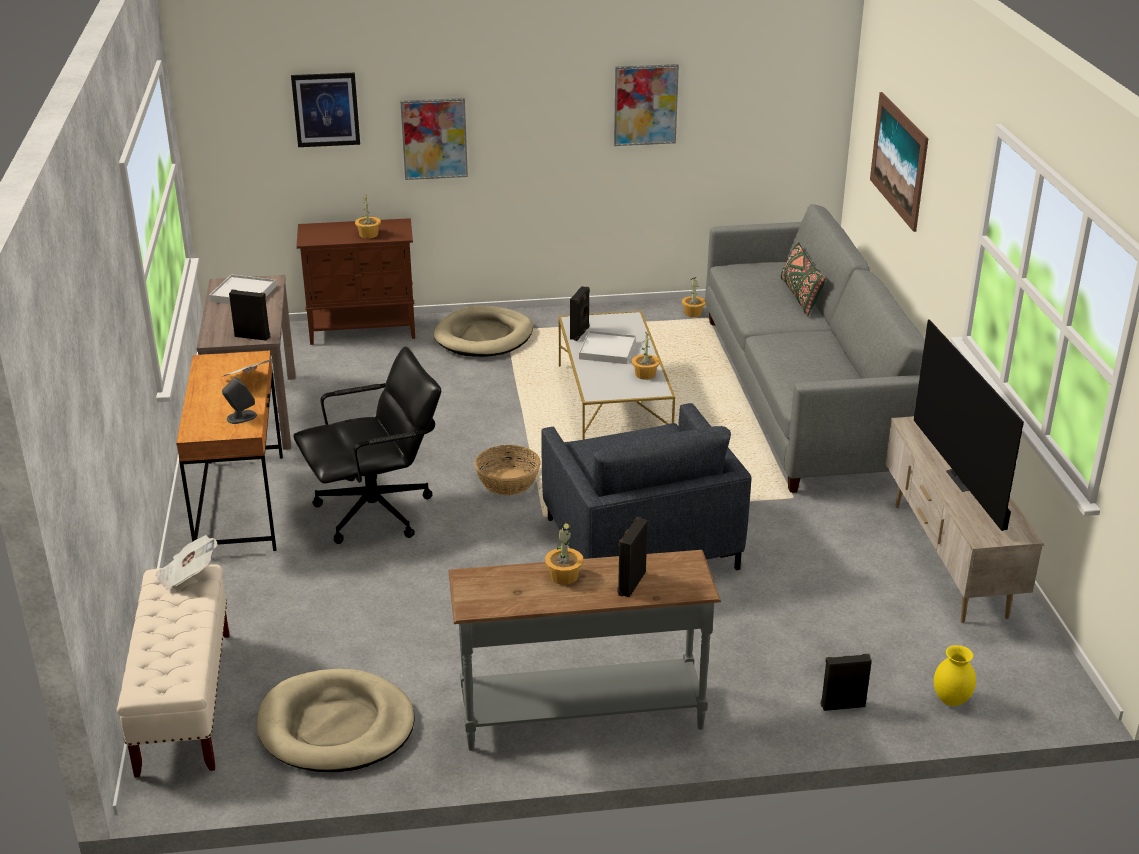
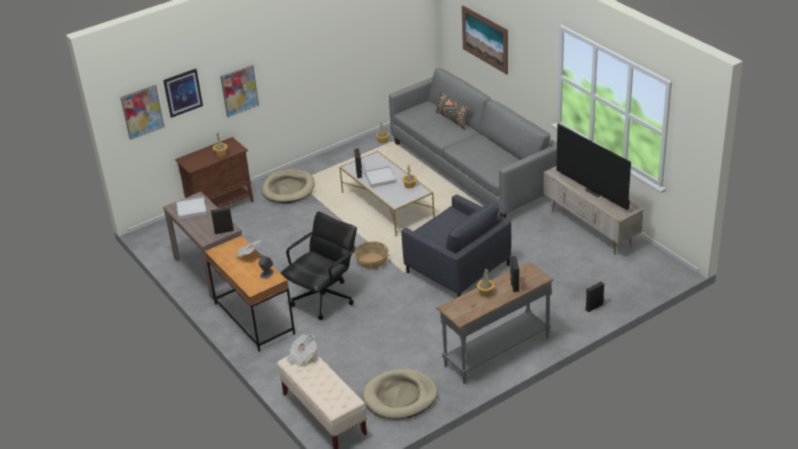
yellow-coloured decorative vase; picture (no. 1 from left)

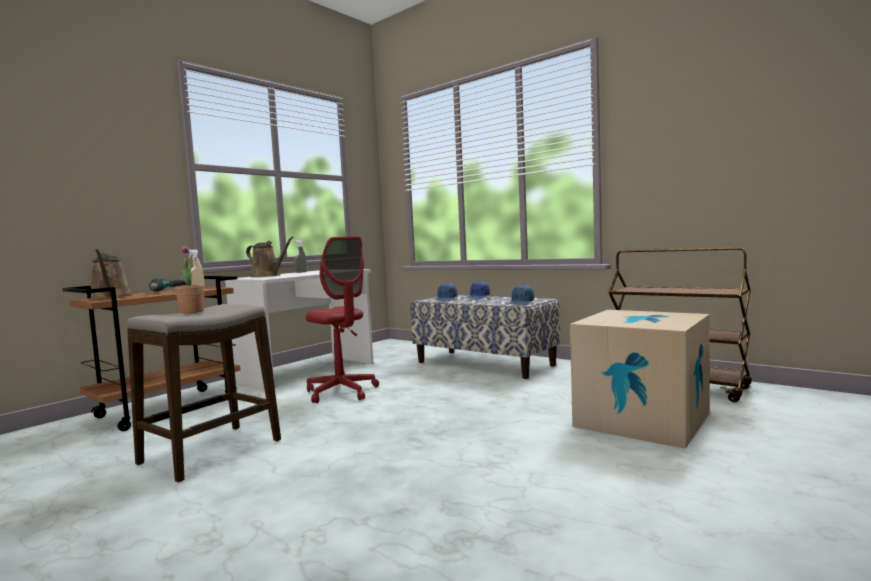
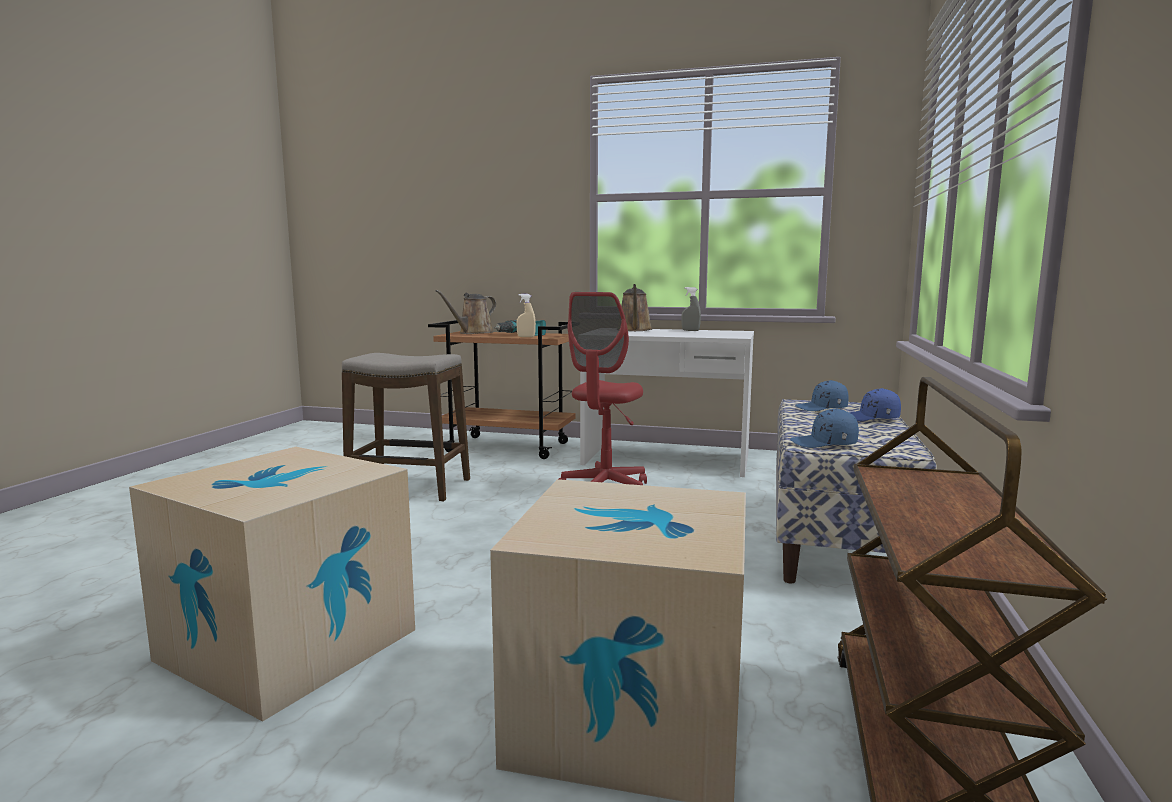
plant in a pot; packing box (no. 1 from left)

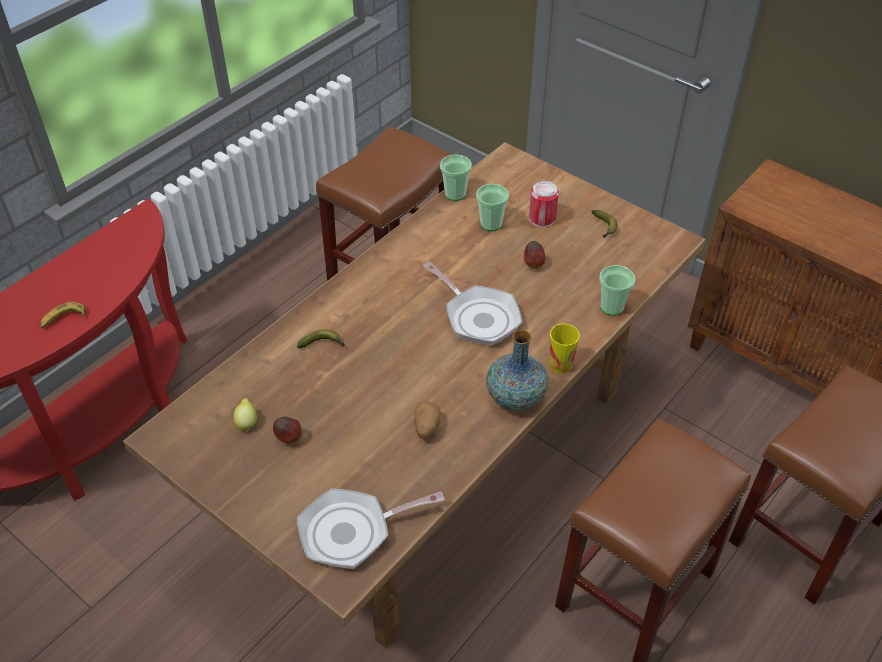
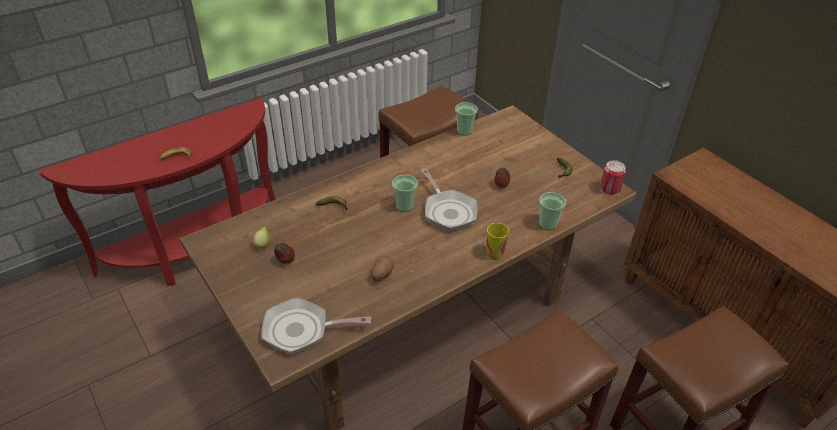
decorative vase; small cup (no. 1 from left); metal can

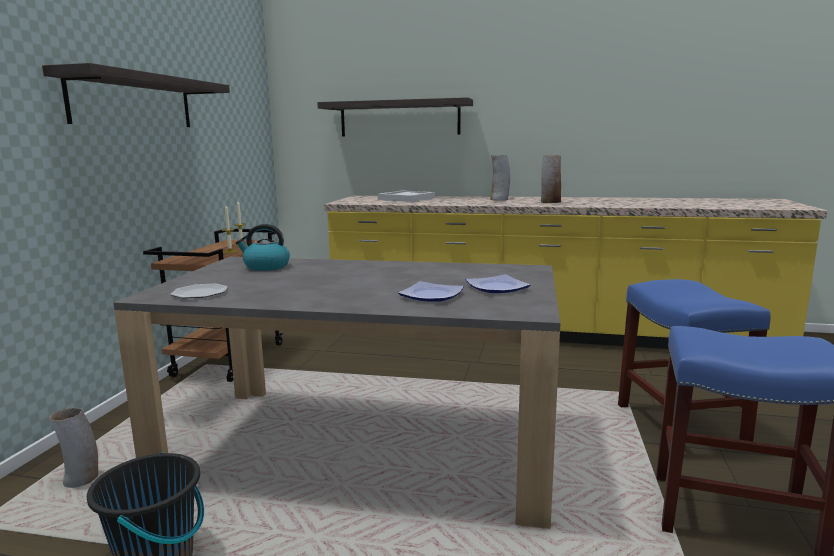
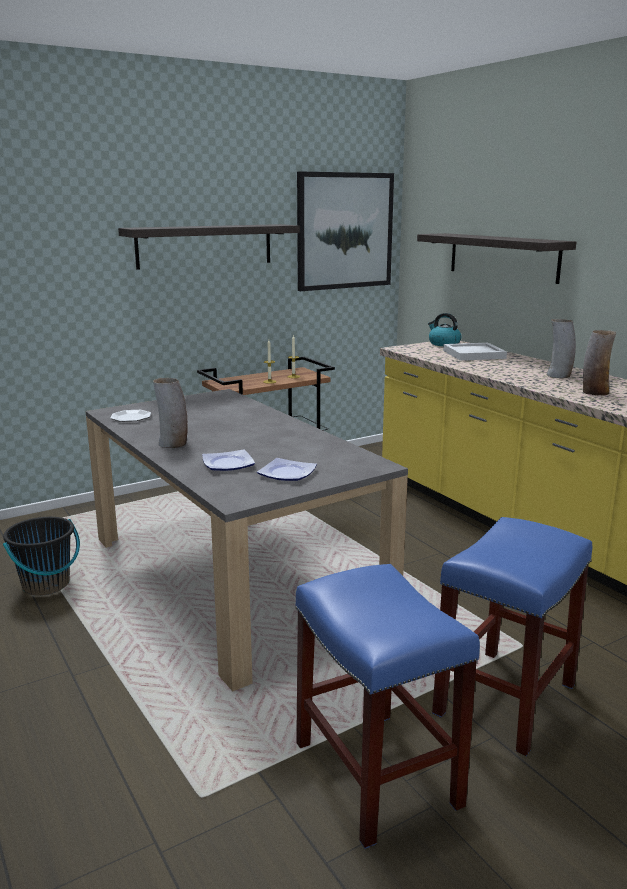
picture; decorative vase (no. 1 from left); water kettle

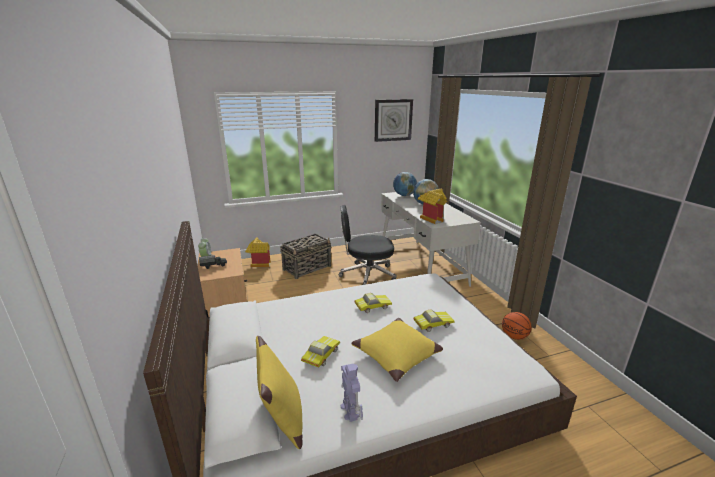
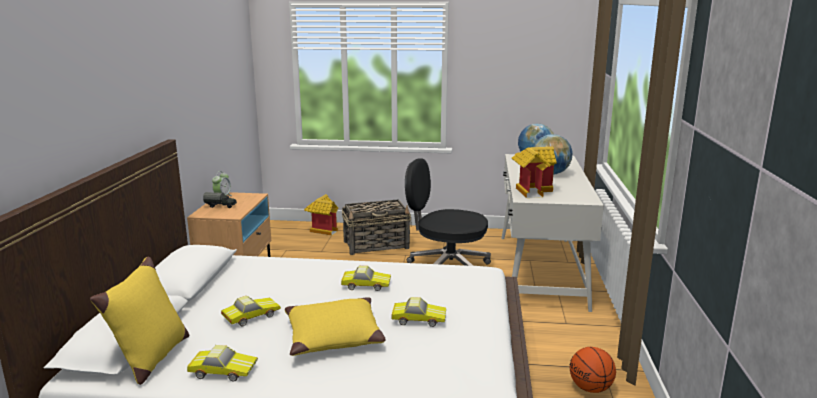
hanging clock; miniature car (no. 1 from left)

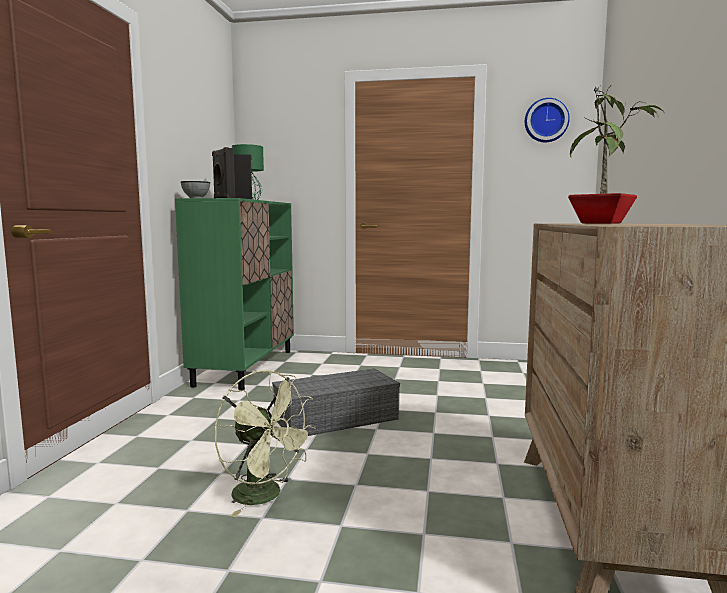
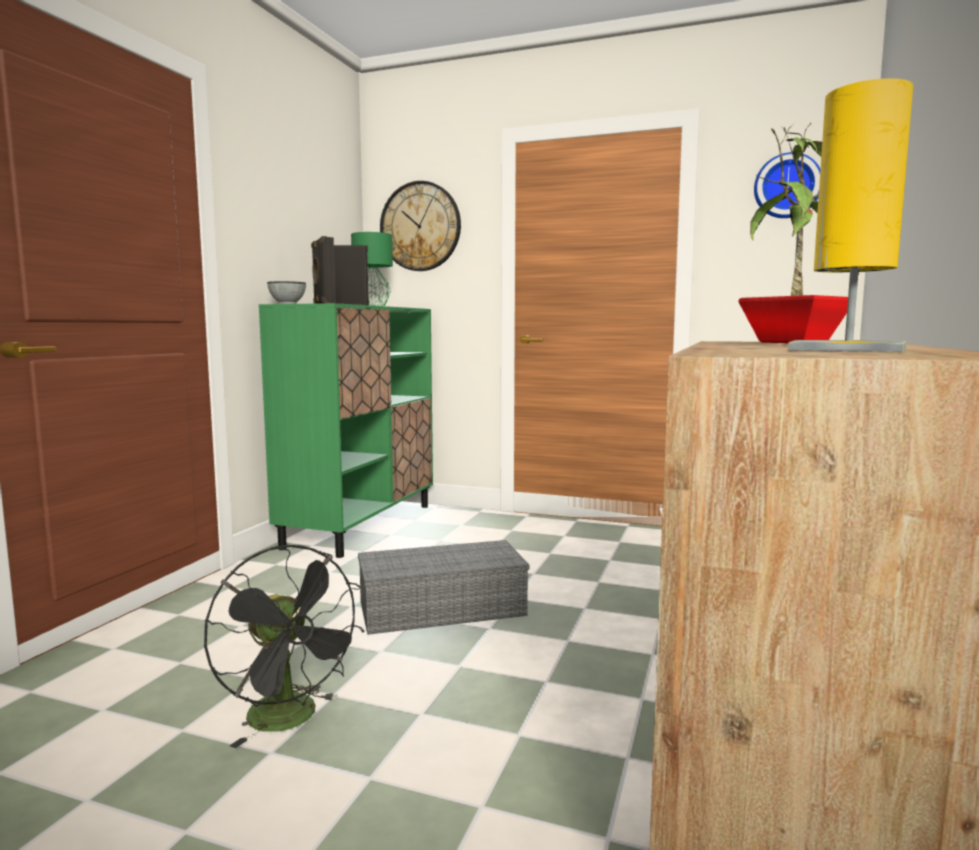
hanging clock (no. 1 from left); yellow-coloured table lamp; black fan

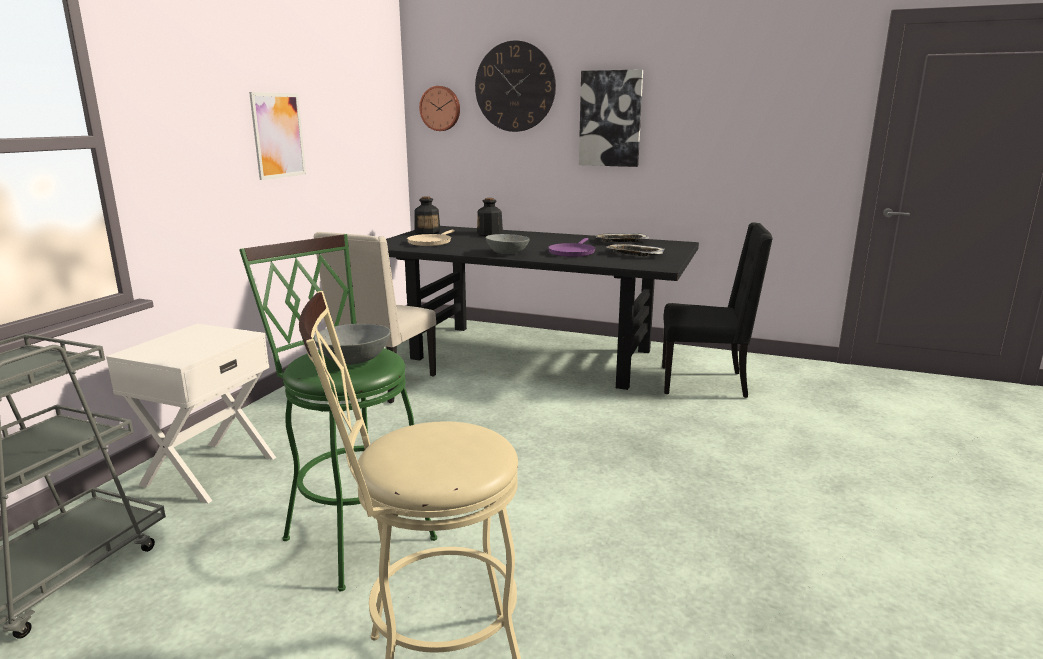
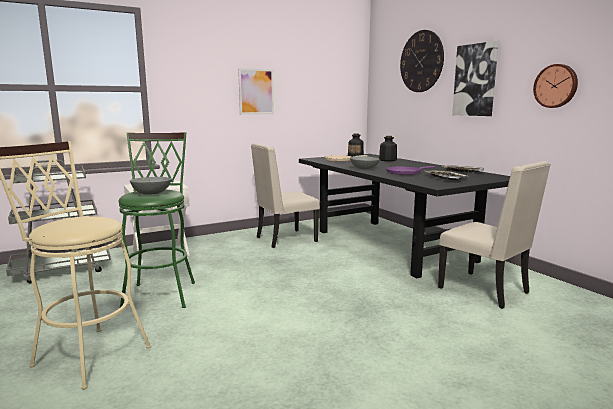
hanging clock (no. 2 from left); beige upright chair (no. 2 from left)

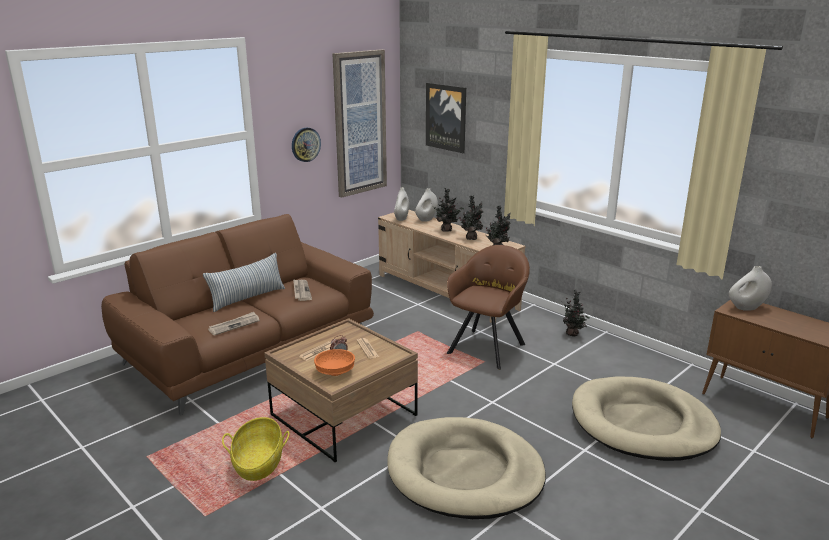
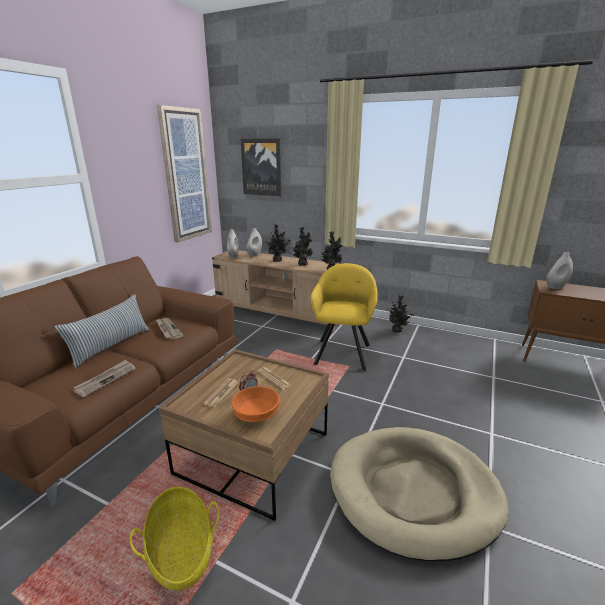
hanging clock; beige dog cushion (no. 2 from left in the first image); yellow-coloured lounge chair

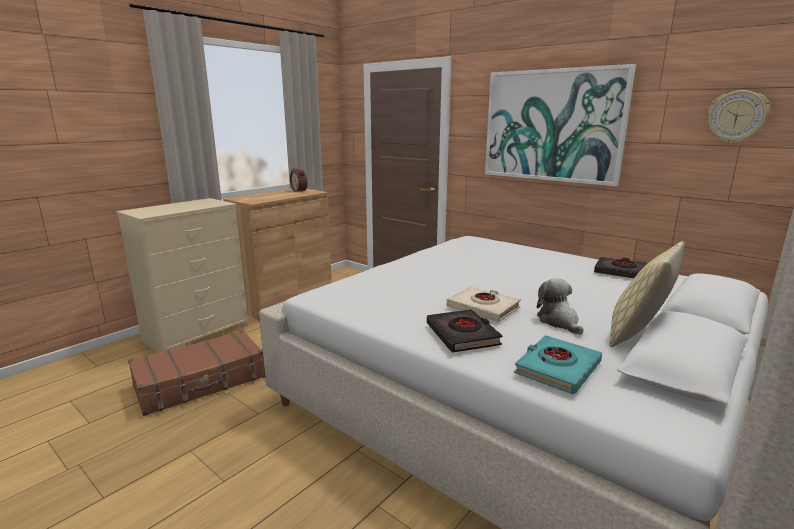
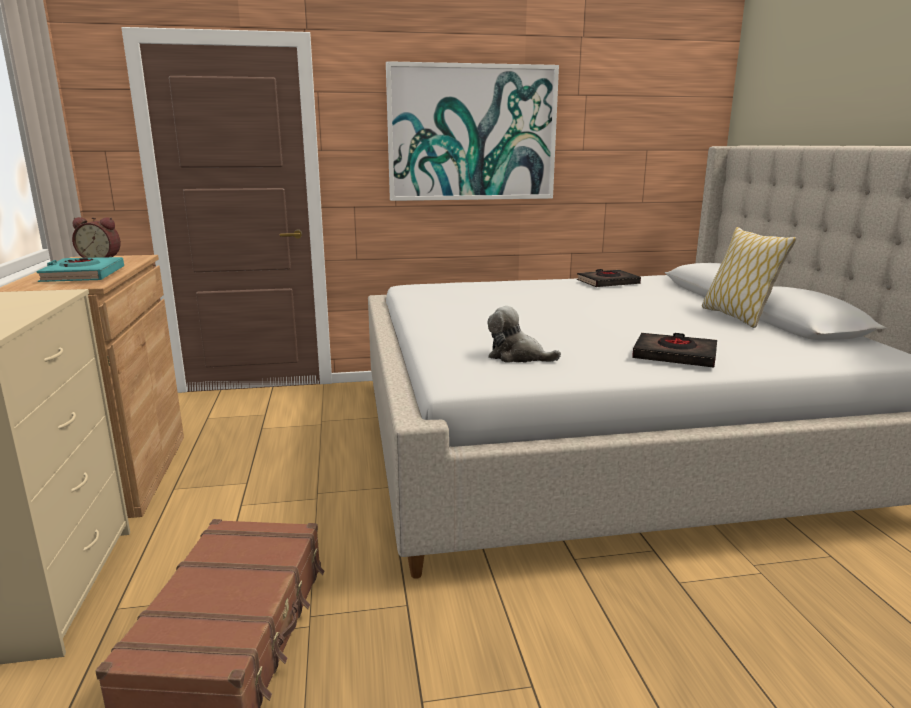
beige bound book; hanging clock; turquoise-coloured bound book; soft toy

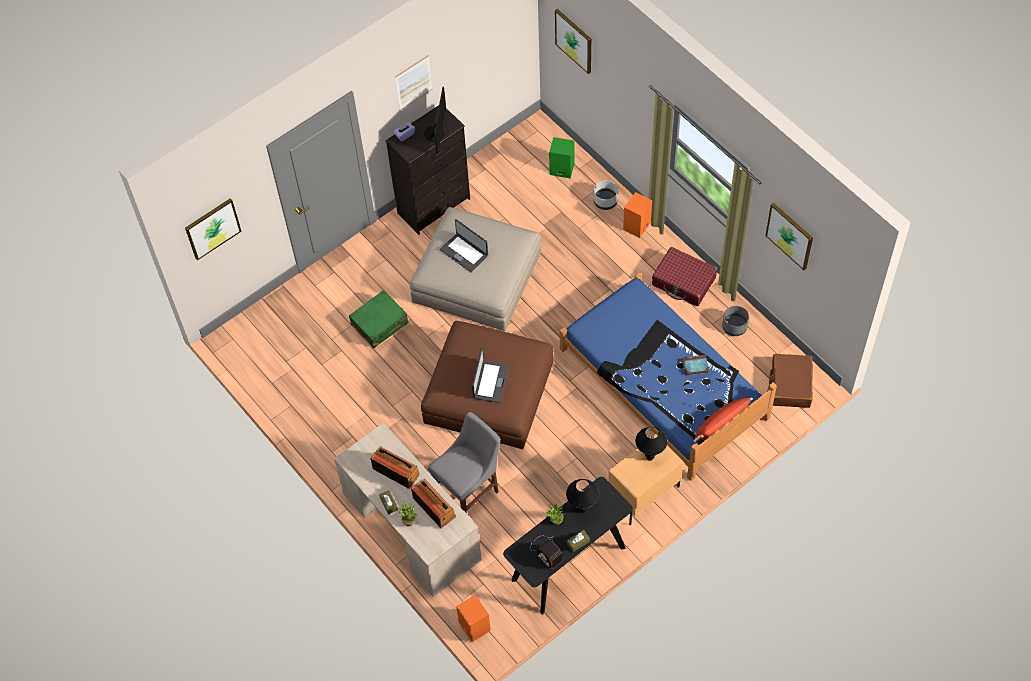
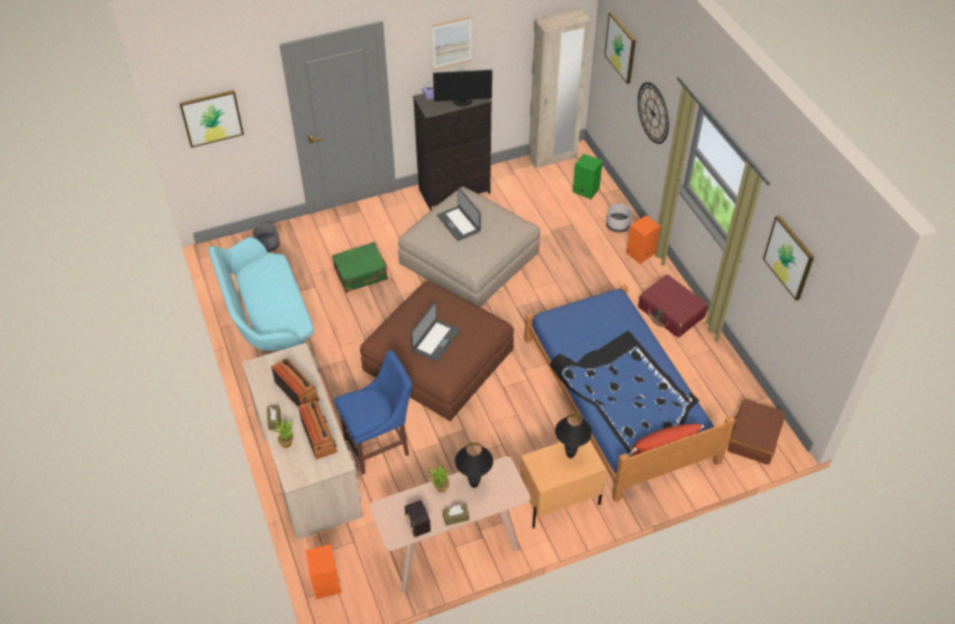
bound book; turquoise-coloured indoor bench; beige clothes cupboard; hanging clock; greyish flower pot (no. 1 from left); bluish upright chair; beige narrow table; computer display

